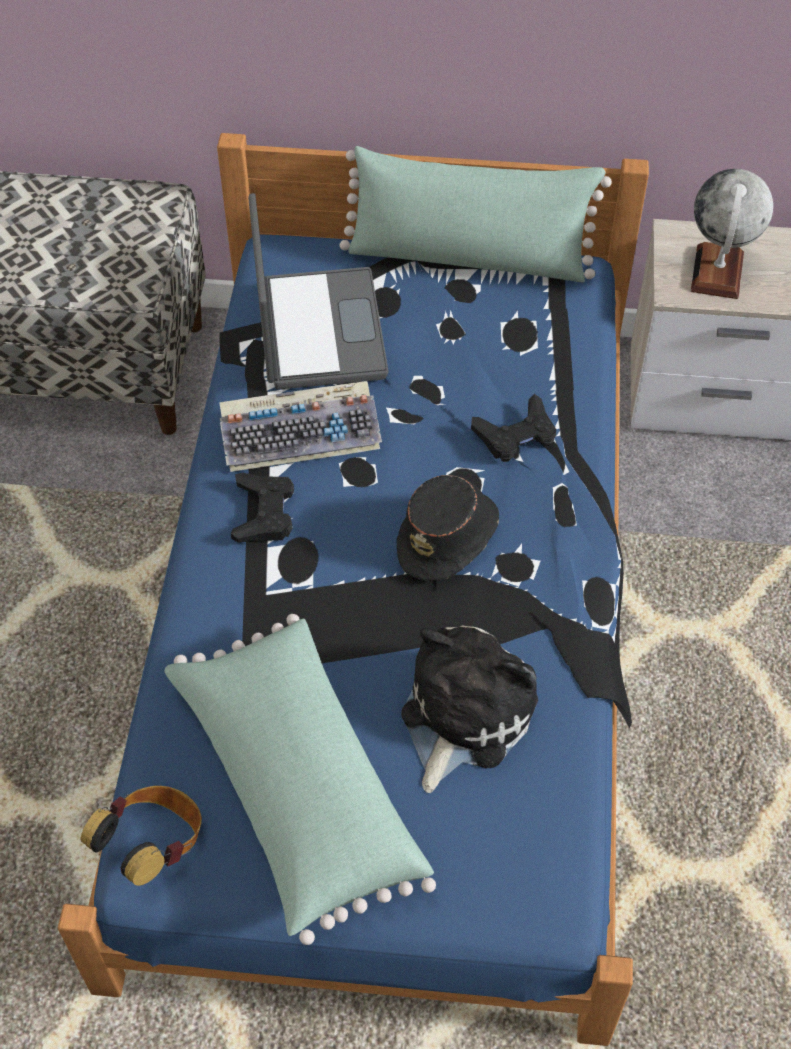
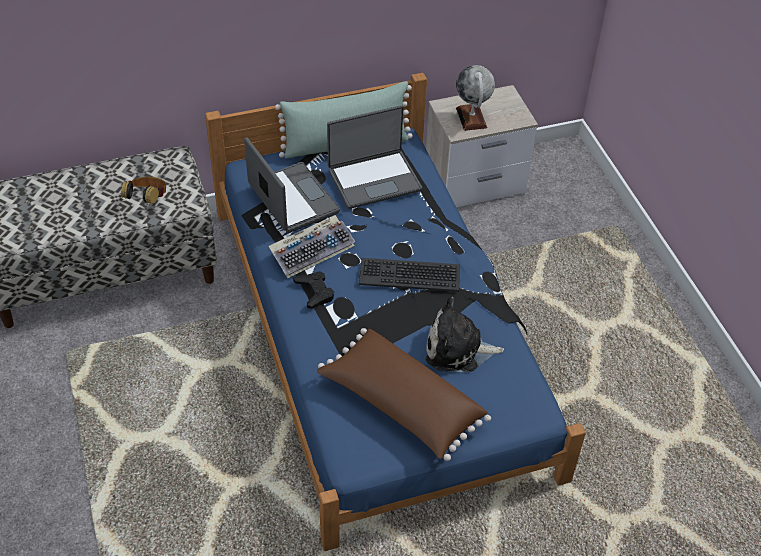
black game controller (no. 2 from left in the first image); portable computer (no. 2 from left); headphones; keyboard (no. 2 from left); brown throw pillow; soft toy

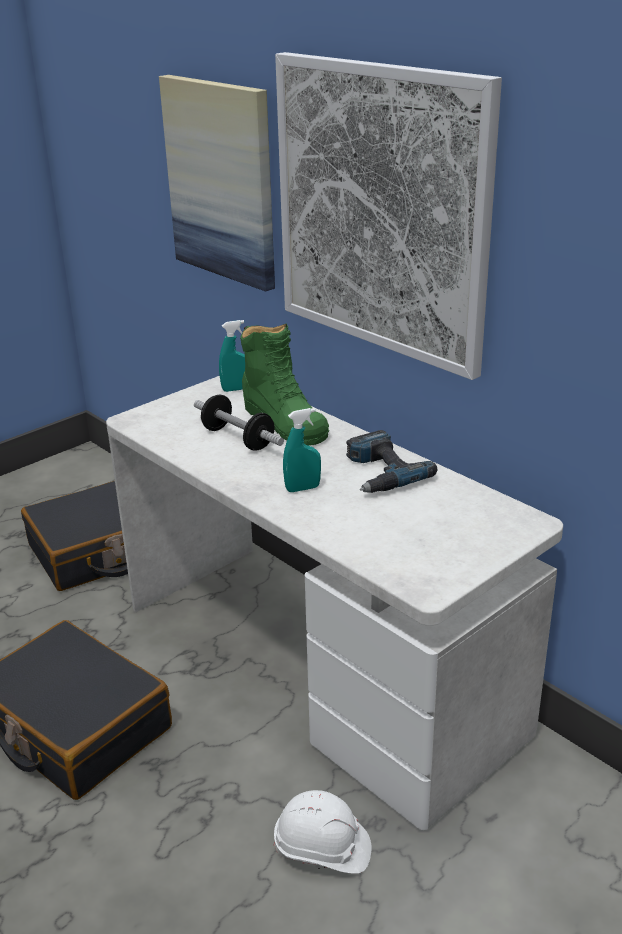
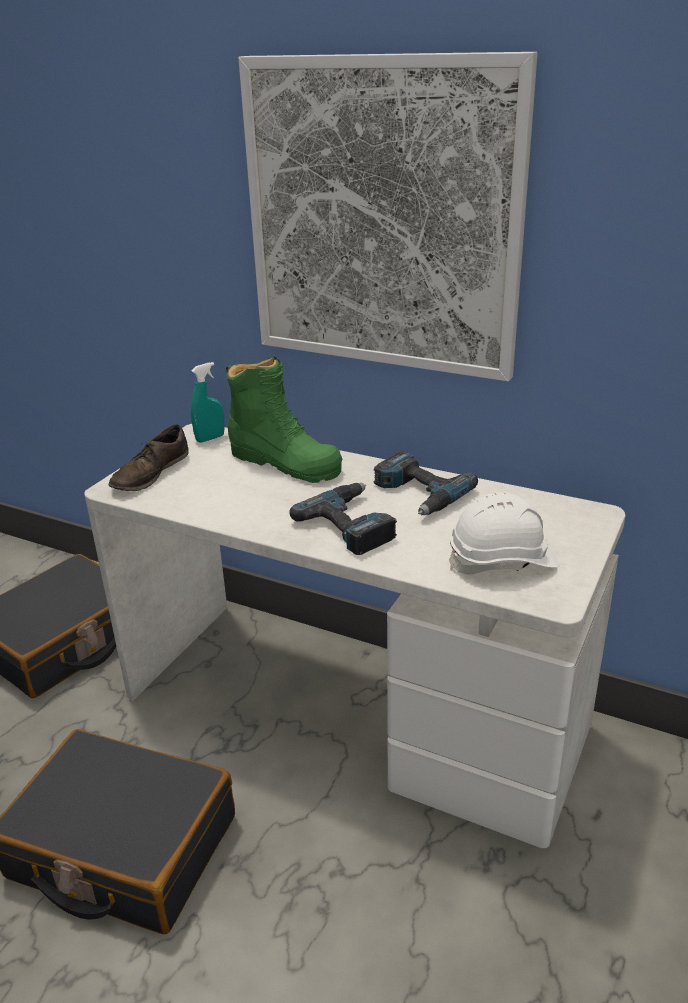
picture (no. 1 from left in the first image); dumbbell; brown item of footwear; white work helmet; drill (no. 1 from left)

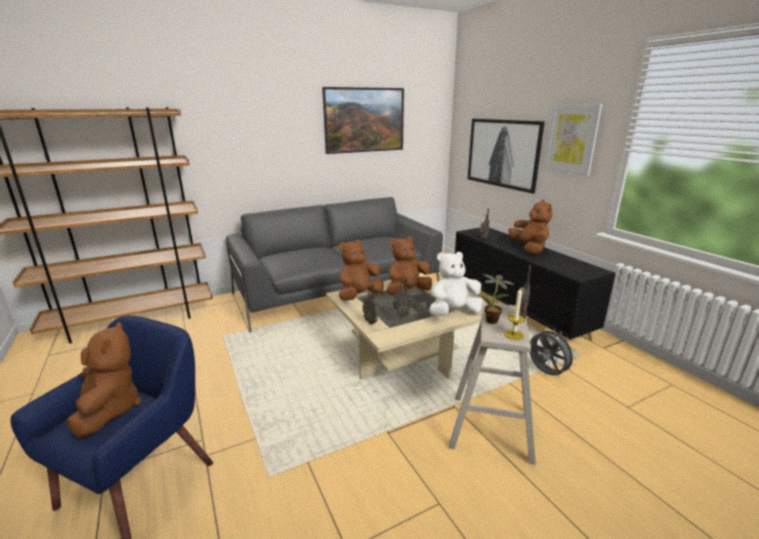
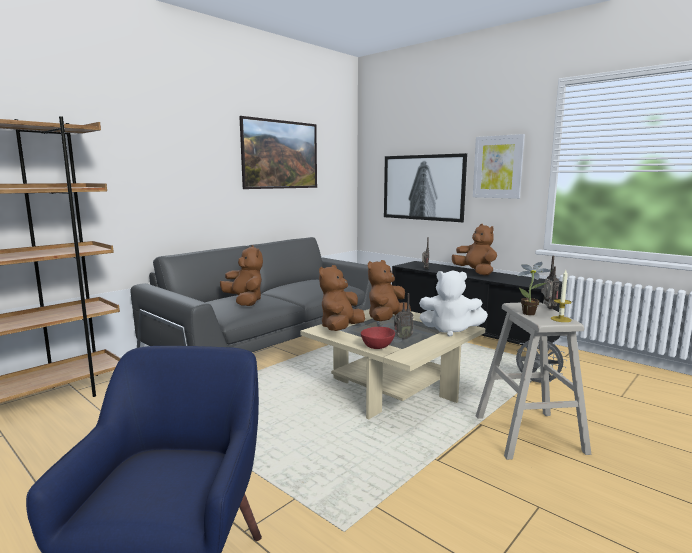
brown soft toy (no. 1 from left); reddish bowl; white soft toy

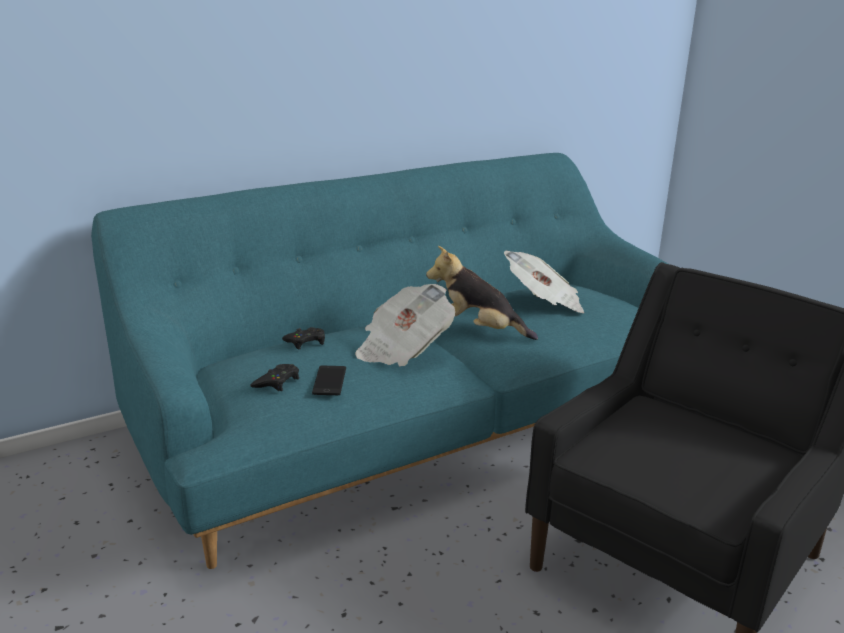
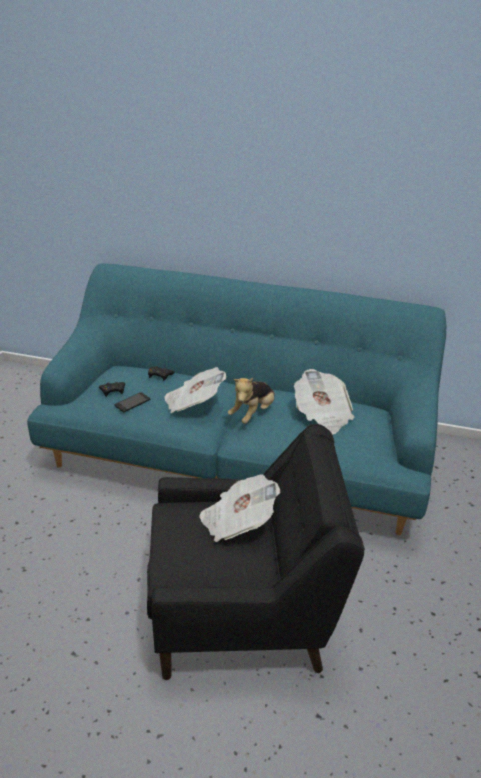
newspaper (no. 2 from left); soft toy

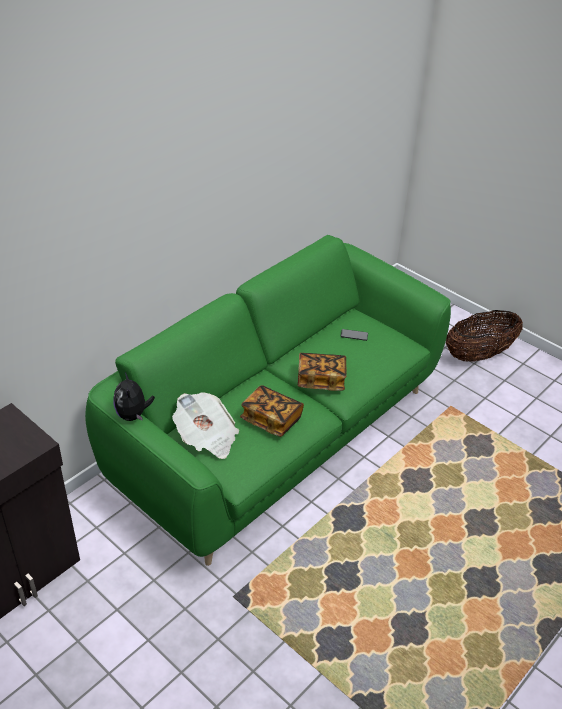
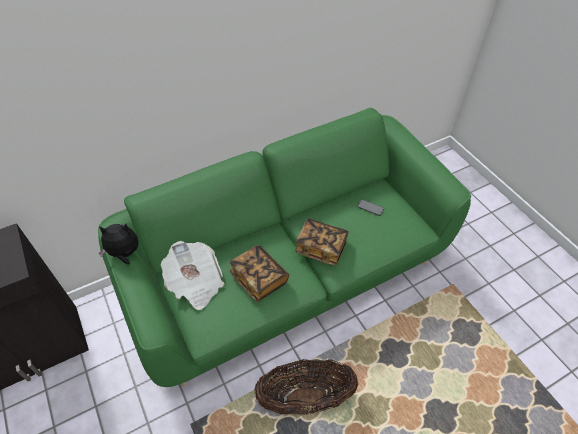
household basket; soft toy

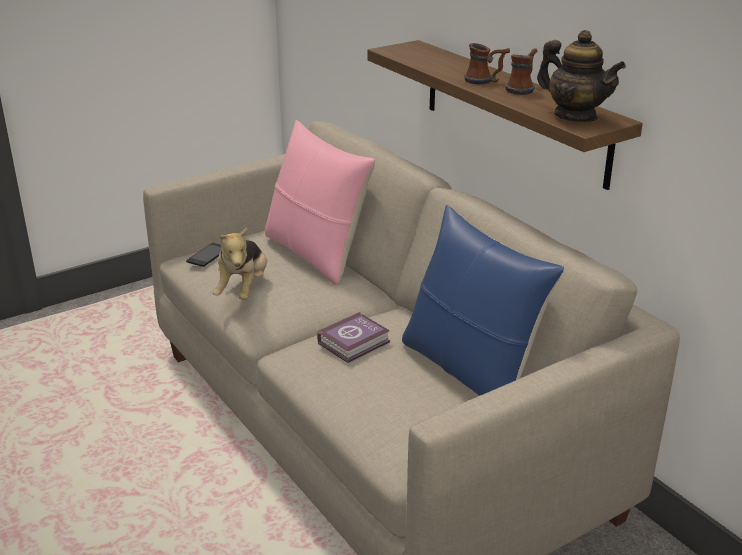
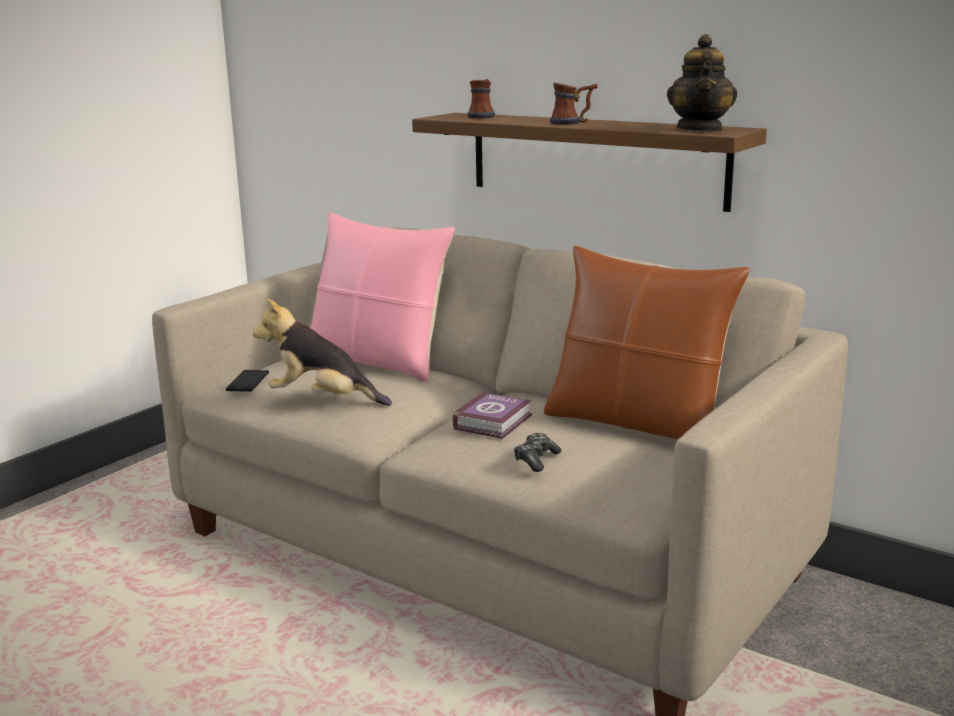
game controller; coffee mug (no. 1 from left); brown throw pillow; soft toy; teapot

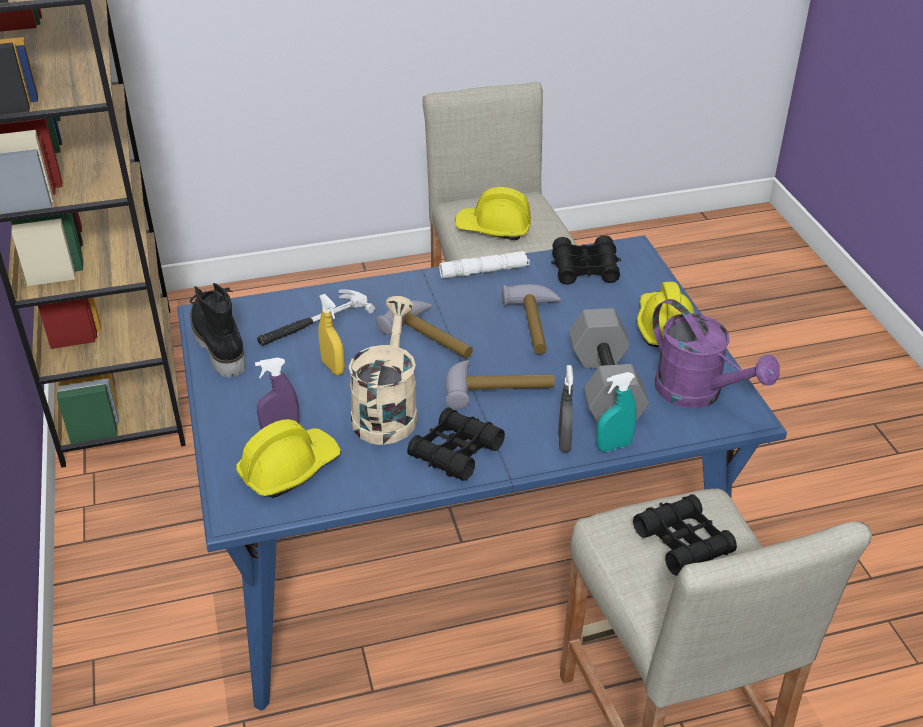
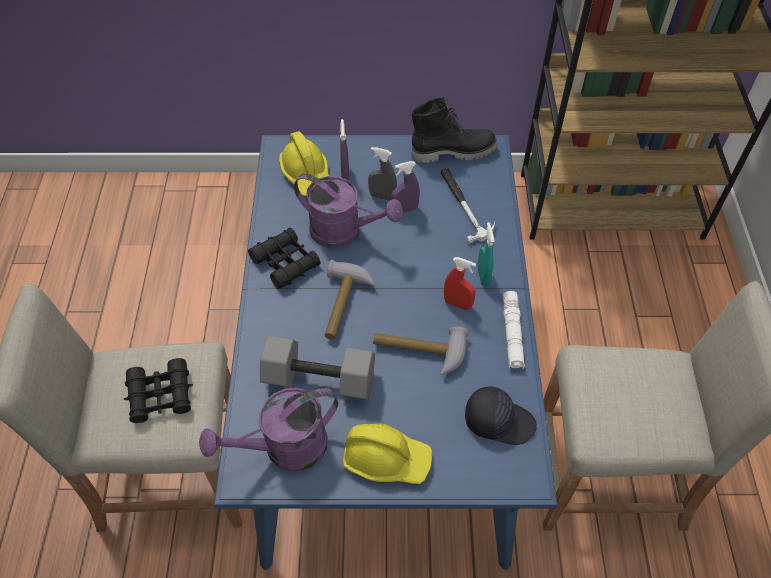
hammer (no. 2 from left in the first image); yellow-coloured work helmet (no. 2 from left in the first image); reddish hand sprayer; greyish hand sprayer; turquoise-coloured hand sprayer; black cap; purple hand sprayer (no. 2 from left); purple watering pot (no. 2 from left)

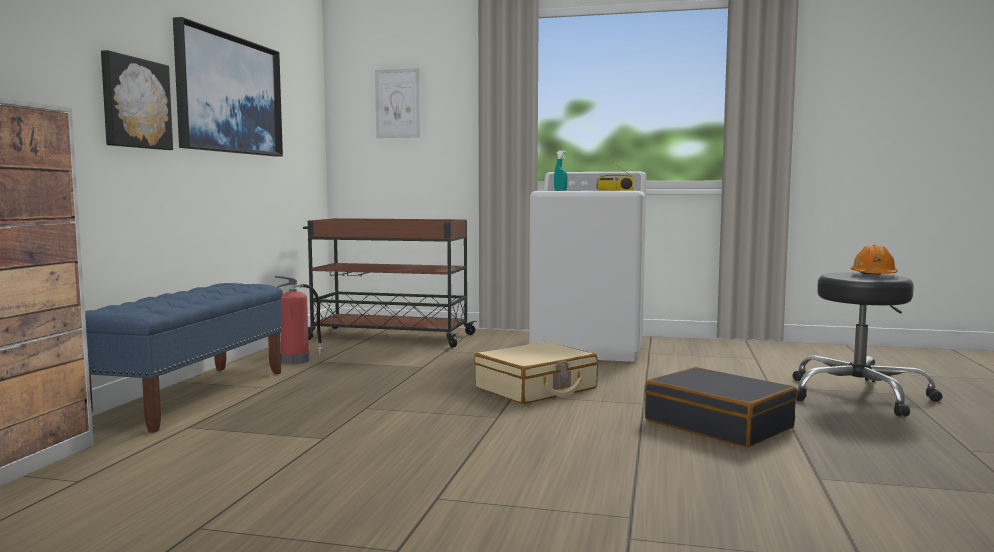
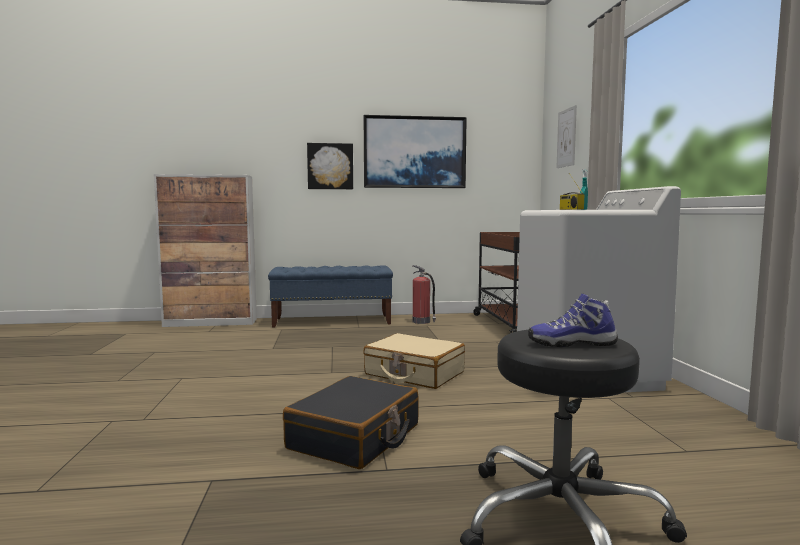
item of footwear

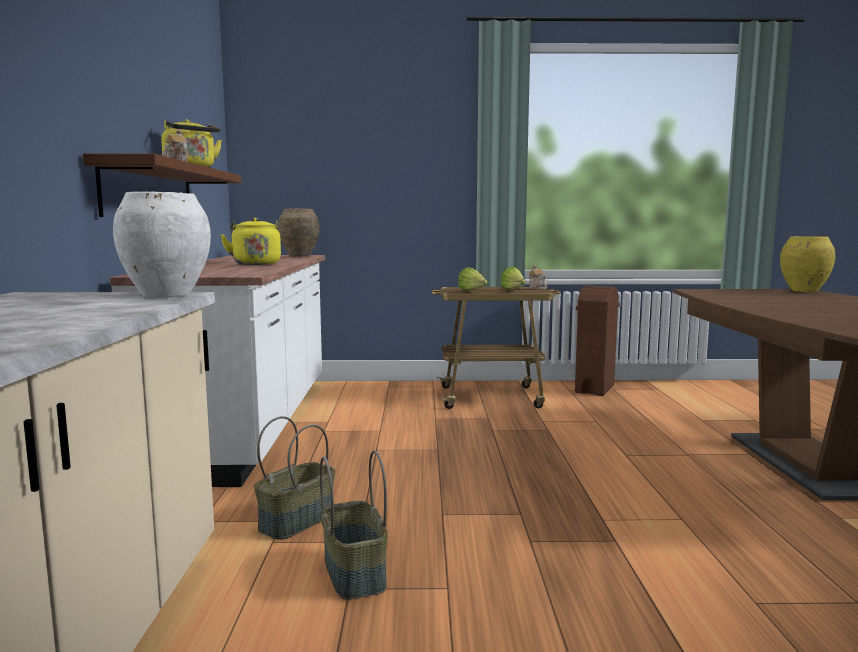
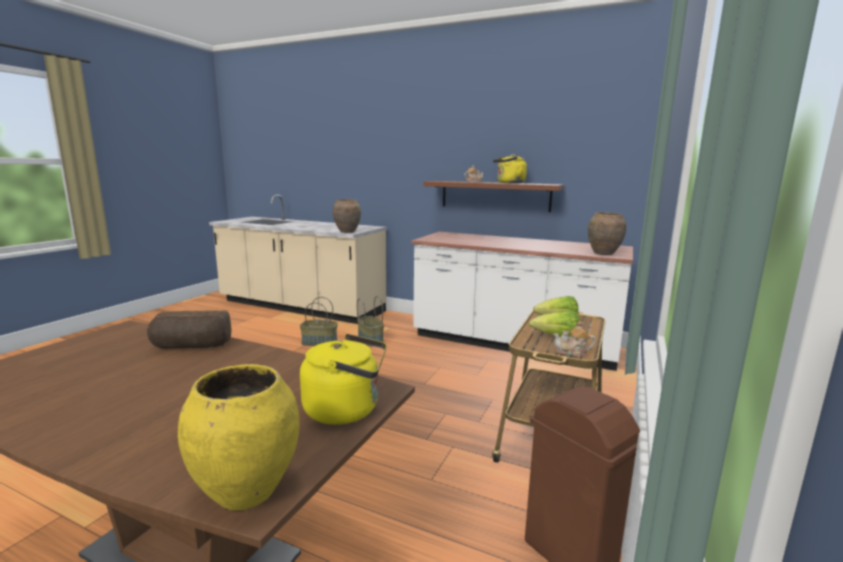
baked bread; yellow-coloured water kettle (no. 1 from left); brown decorative vase (no. 1 from left)

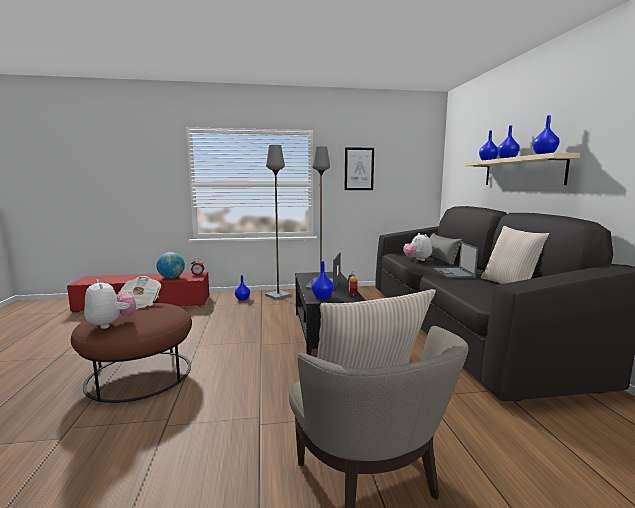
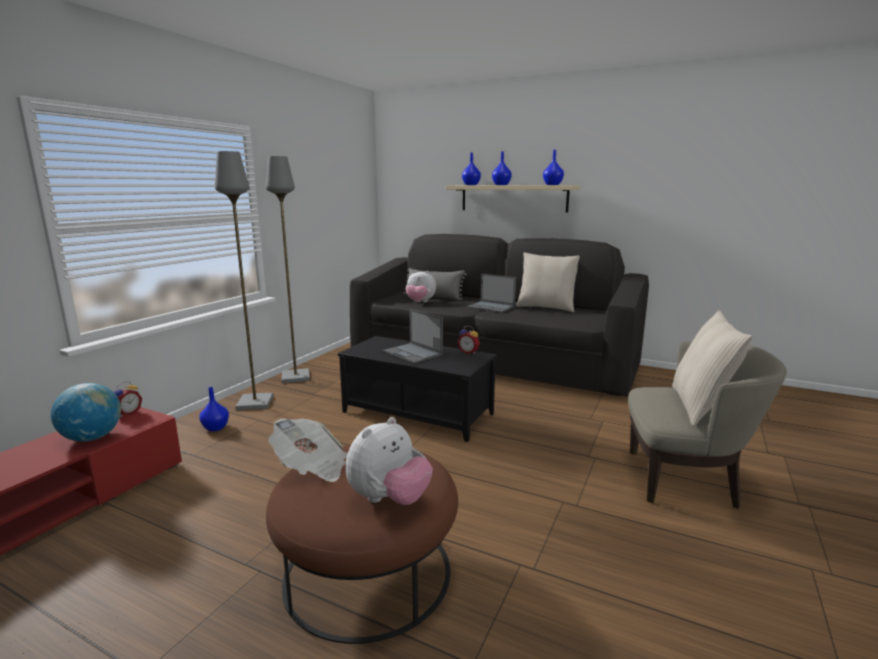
bluish decorative vase (no. 2 from left in the first image); picture; soft toy (no. 1 from left)

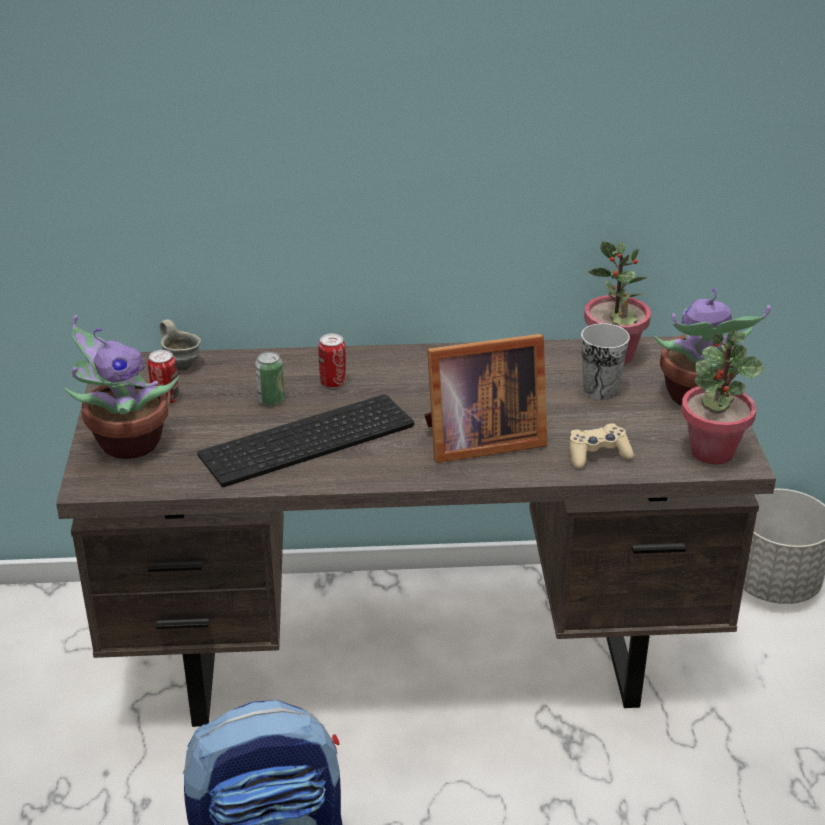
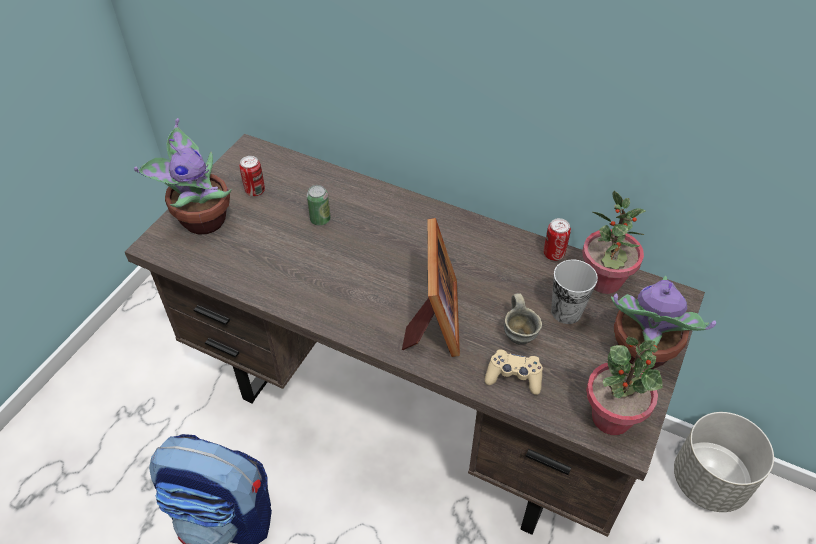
keyboard; greyish coffee mug; metal can (no. 3 from left); standing frame

